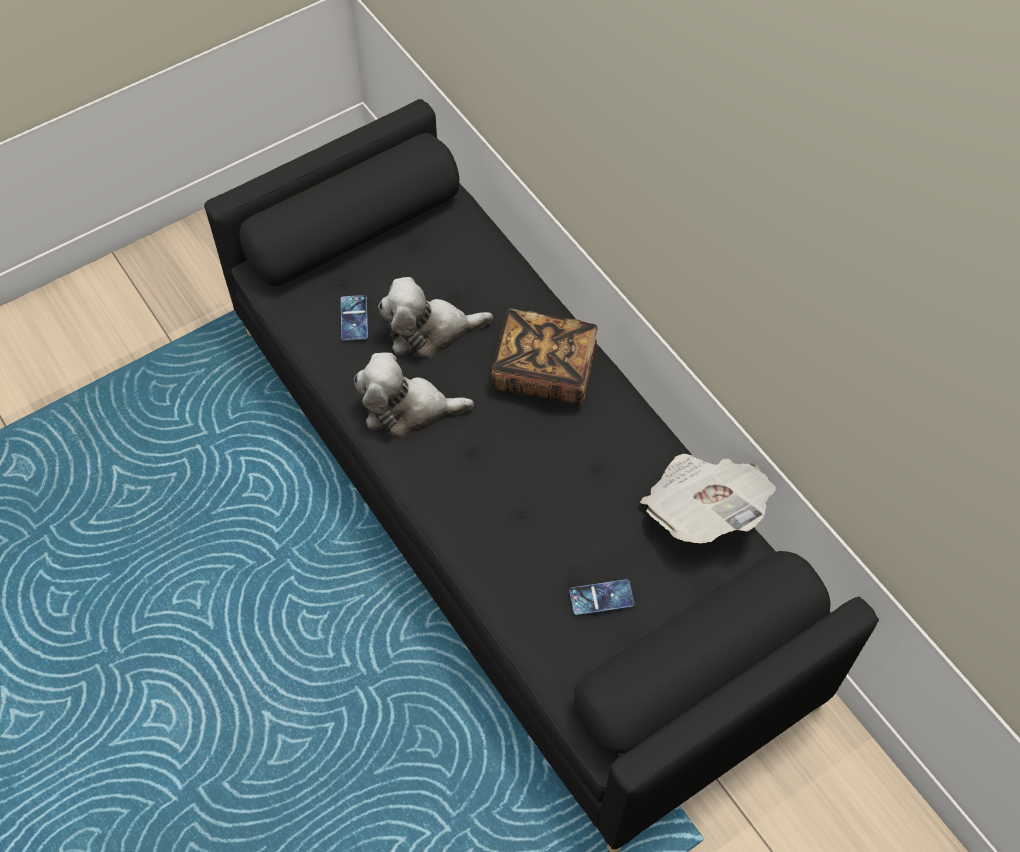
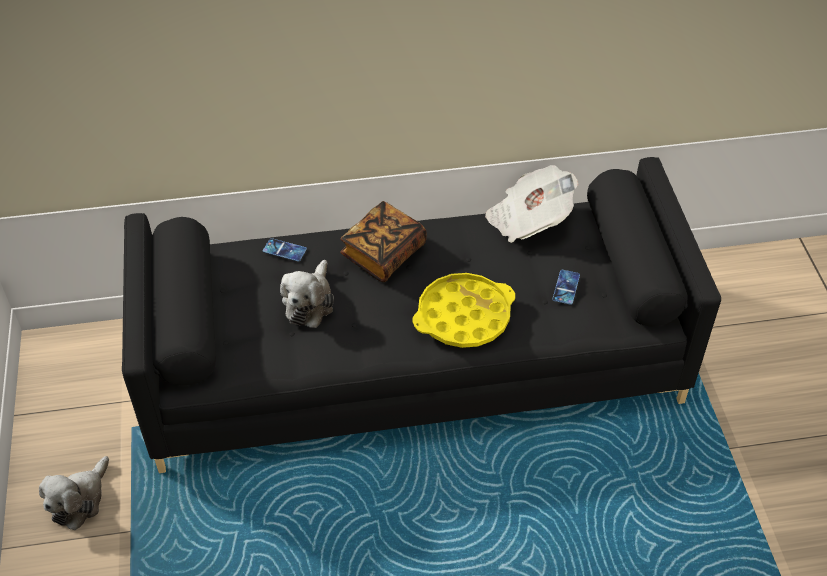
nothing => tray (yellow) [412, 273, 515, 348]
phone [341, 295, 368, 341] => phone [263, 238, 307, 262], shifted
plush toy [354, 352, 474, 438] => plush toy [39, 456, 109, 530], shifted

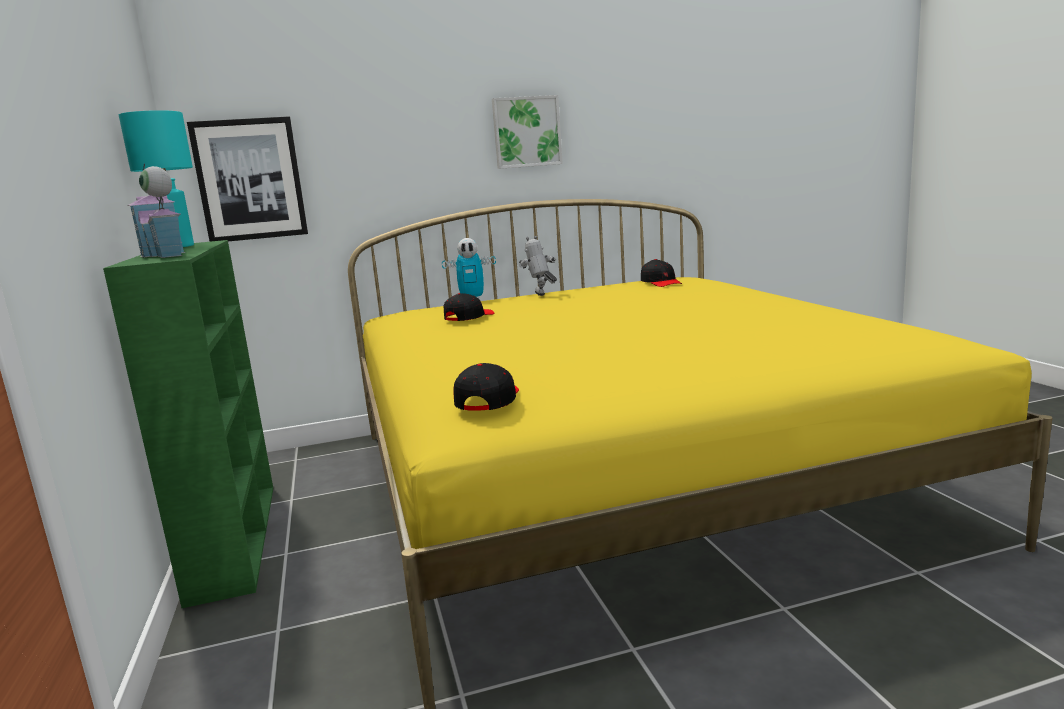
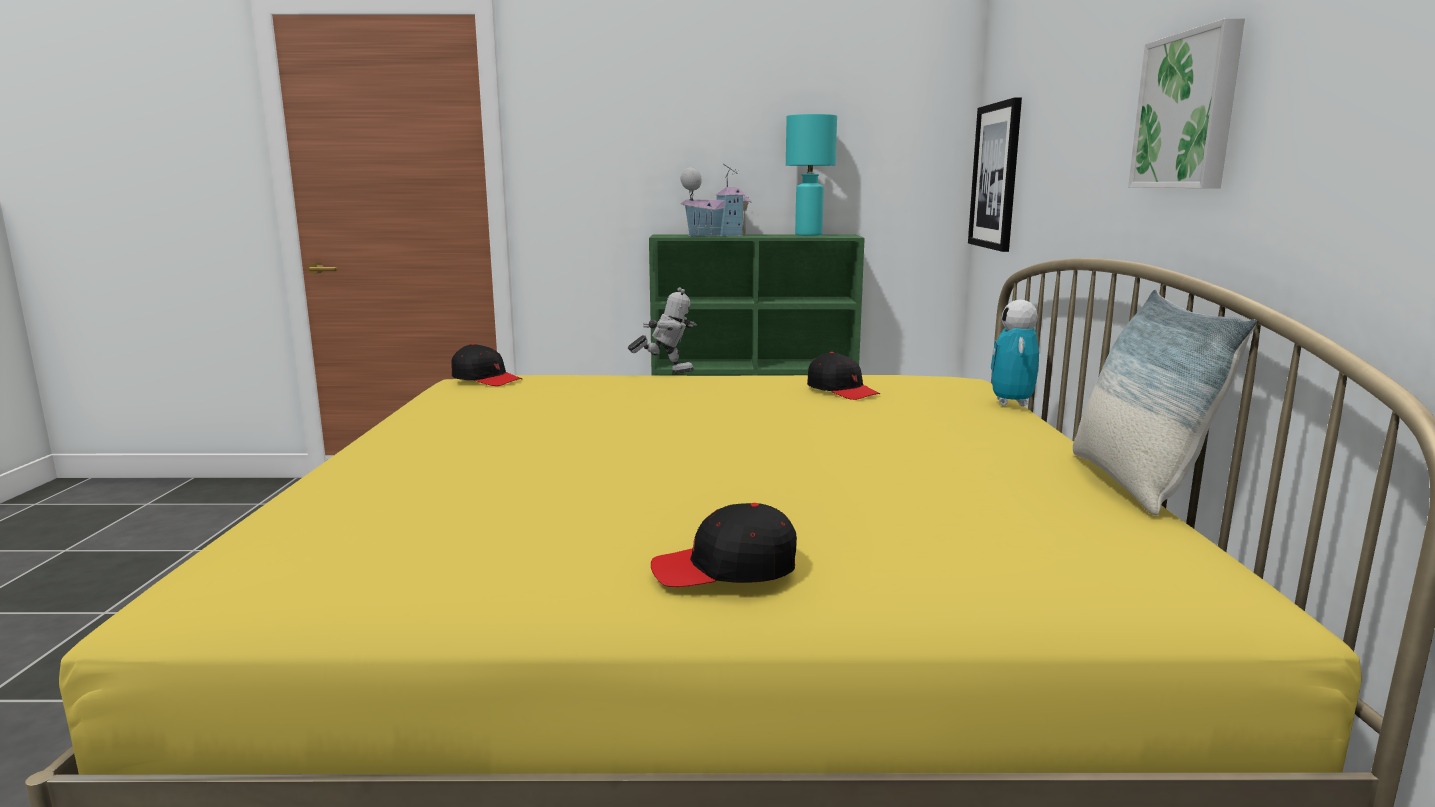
nothing => pillow [1073, 289, 1257, 516]
toy robot [519, 236, 557, 296] => toy robot [628, 287, 697, 374], shifted
cap (black) [641, 259, 682, 287] => cap (black) [651, 503, 797, 587], shifted

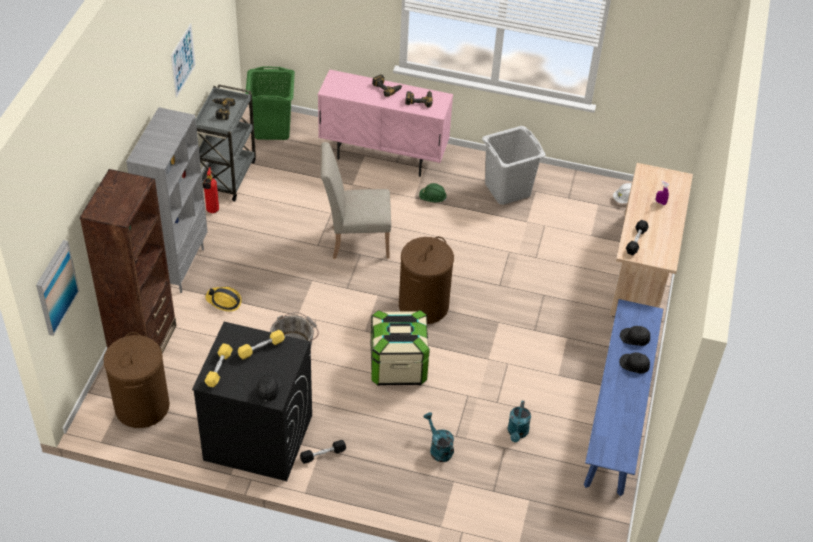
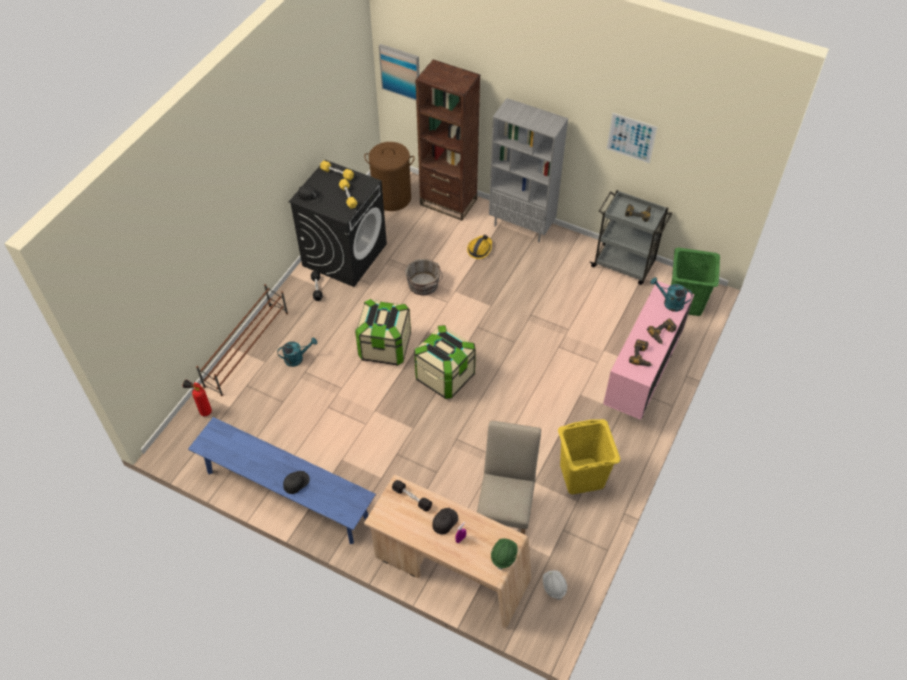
nothing => shoe rack (brown) [196, 284, 288, 396]
fire extinguisher [203, 168, 219, 213] => fire extinguisher [183, 379, 212, 416], shifted
chair (beige) [321, 142, 391, 258] => chair (beige) [477, 421, 541, 534], shifted
hard hat (green) [419, 183, 447, 202] => hard hat (green) [491, 538, 517, 570], shifted
watering can (turquoise) [507, 401, 531, 442] => watering can (turquoise) [650, 277, 693, 312], shifted
cap (black) [620, 326, 650, 346] => cap (black) [432, 508, 458, 535], shifted
laundry basket (brown) [399, 237, 454, 324] => storage box [414, 325, 476, 399]
laundry basket (grey) [482, 126, 545, 205] => laundry basket (yellow) [558, 419, 620, 494]

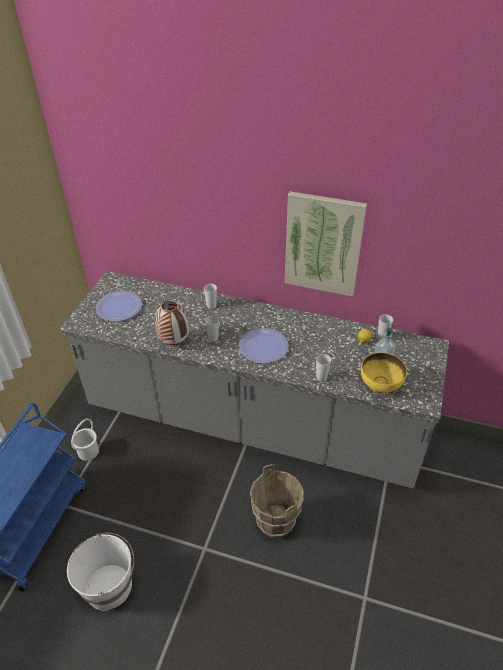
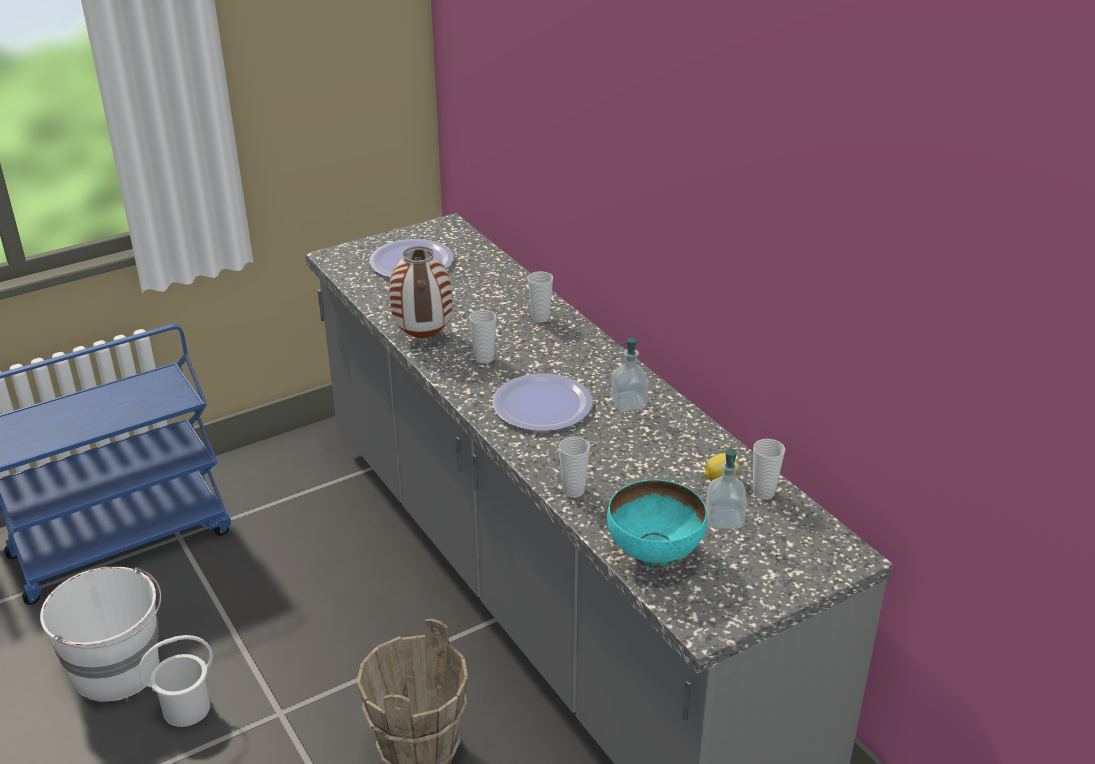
picture [285, 191, 367, 297] => nothing
nothing => soap dispenser [611, 338, 648, 411]
bucket (white) [71, 419, 99, 461] => bucket (white) [138, 635, 213, 727], shifted
bowl (yellow) [361, 353, 407, 394] => bowl (turquoise) [607, 480, 707, 569]

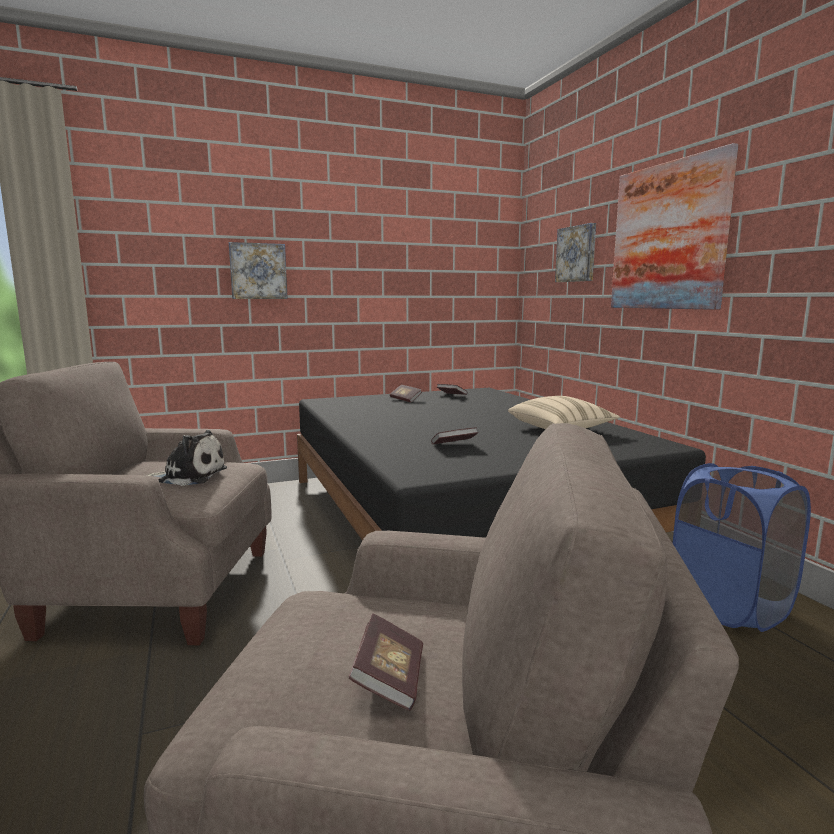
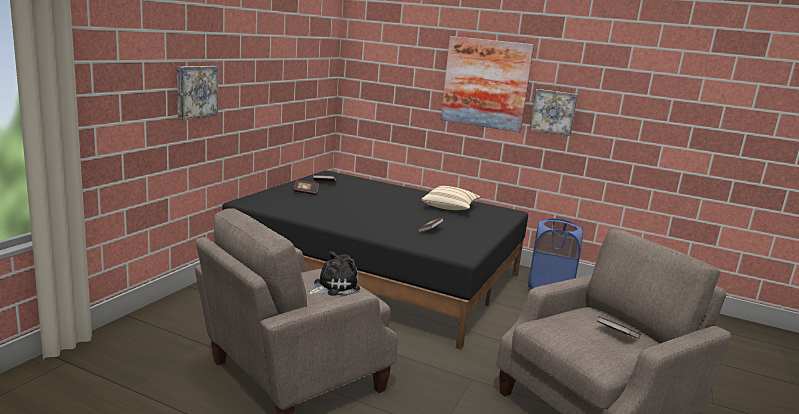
picture [555, 223, 596, 282] => picture [530, 89, 578, 136], shifted

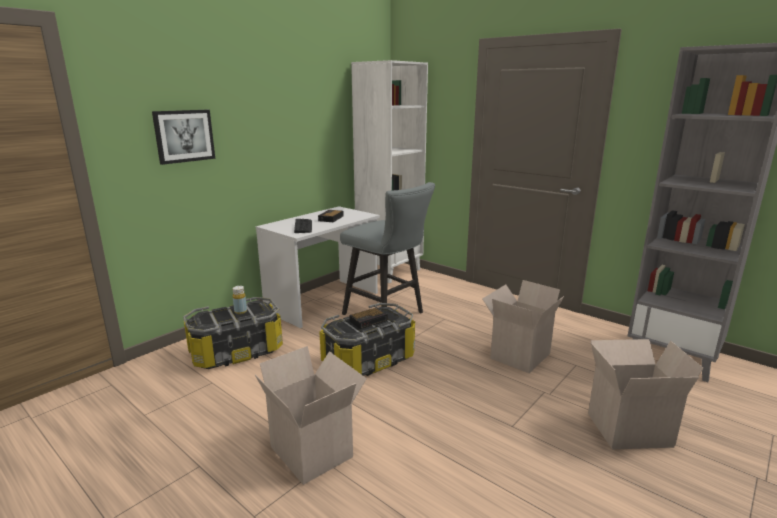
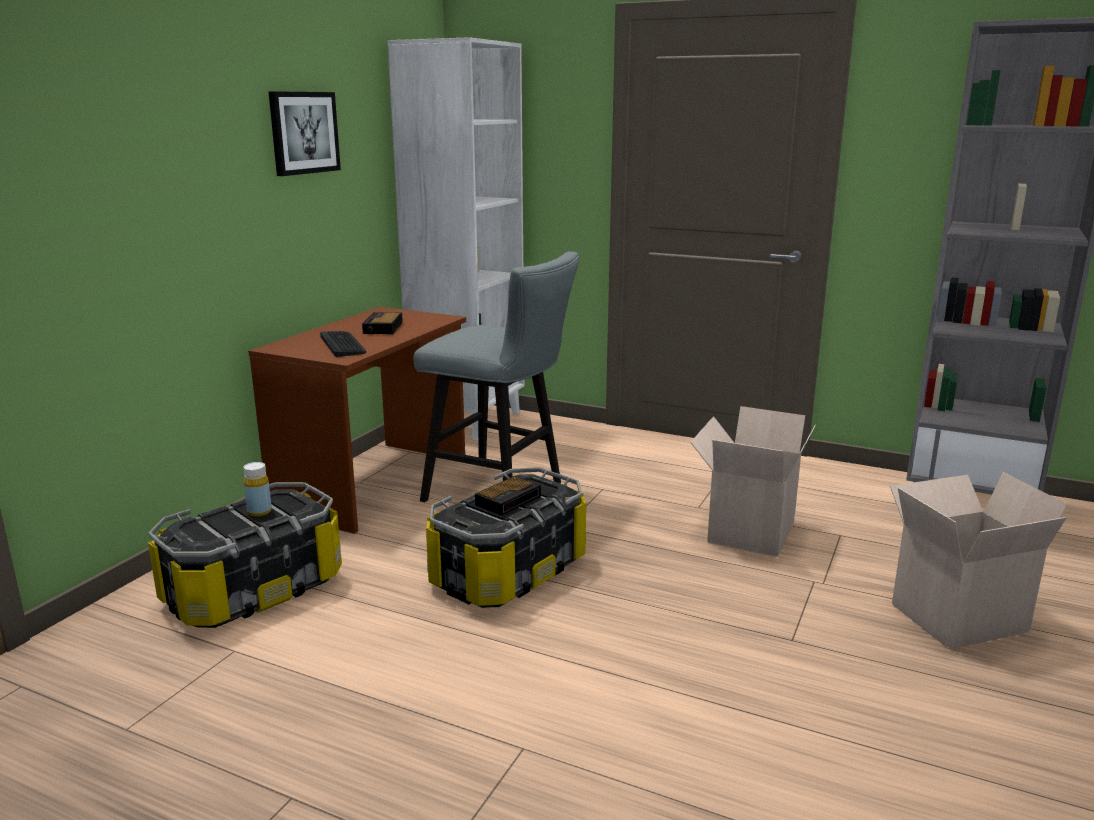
cardboard box [255, 346, 367, 485] => nothing
picture [152, 110, 215, 165] => picture [268, 91, 341, 176], shifted
desk (white) [256, 206, 380, 328] => desk (brown) [248, 307, 466, 534]

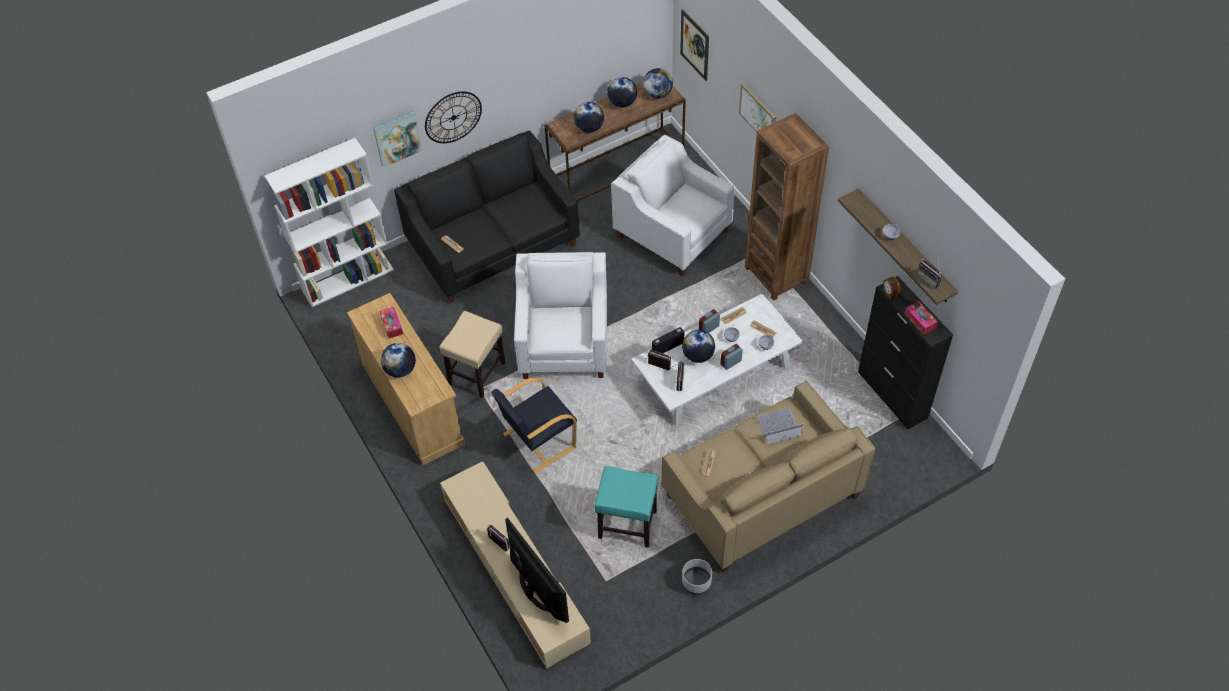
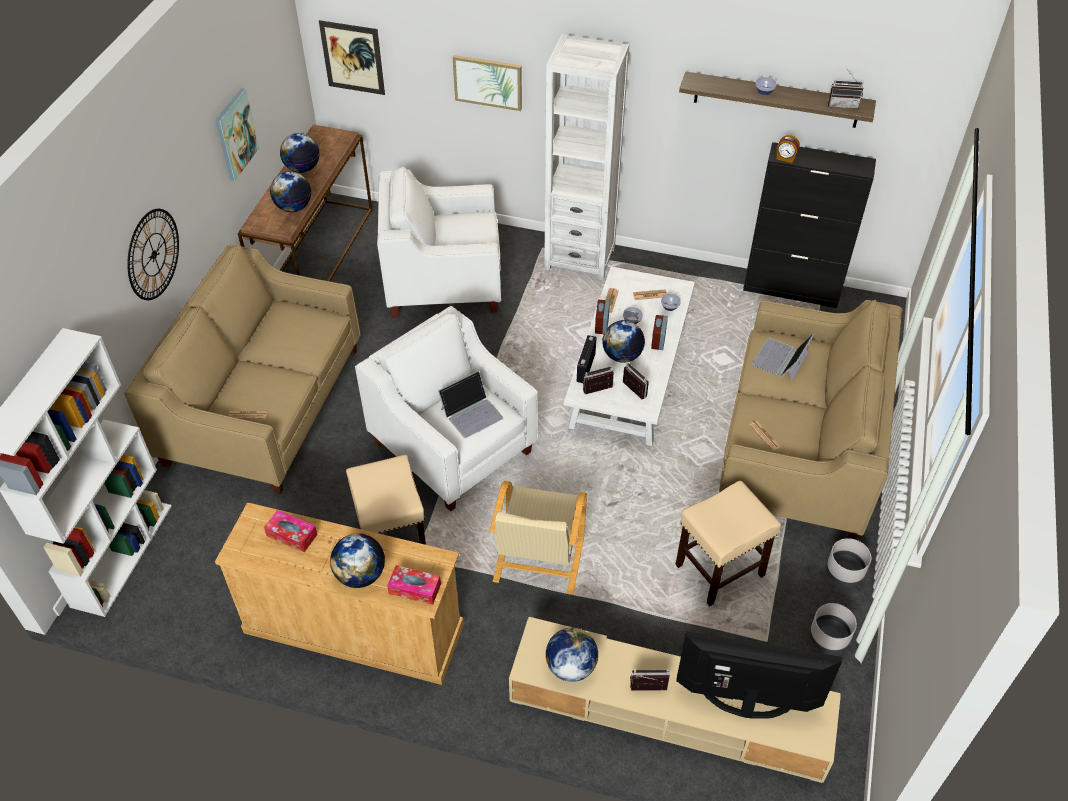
nothing => laptop [438, 371, 503, 438]
nothing => planter (grey) [810, 603, 857, 654]
picture [373, 110, 422, 167] => picture [215, 88, 259, 181], shifted
globe [643, 68, 673, 99] => globe [546, 627, 598, 682], shifted
tissue box [904, 301, 938, 335] => tissue box [387, 565, 441, 605], shifted
sofa (black) [394, 130, 580, 303] => sofa (beige) [124, 245, 361, 494]
armchair (black) [491, 378, 577, 473] => armchair (beige) [489, 481, 587, 595]
stool (turquoise) [594, 466, 658, 548] => stool (beige) [675, 481, 781, 606]
bookcase (brown) [745, 113, 829, 301] => bookcase (white) [544, 34, 629, 280]

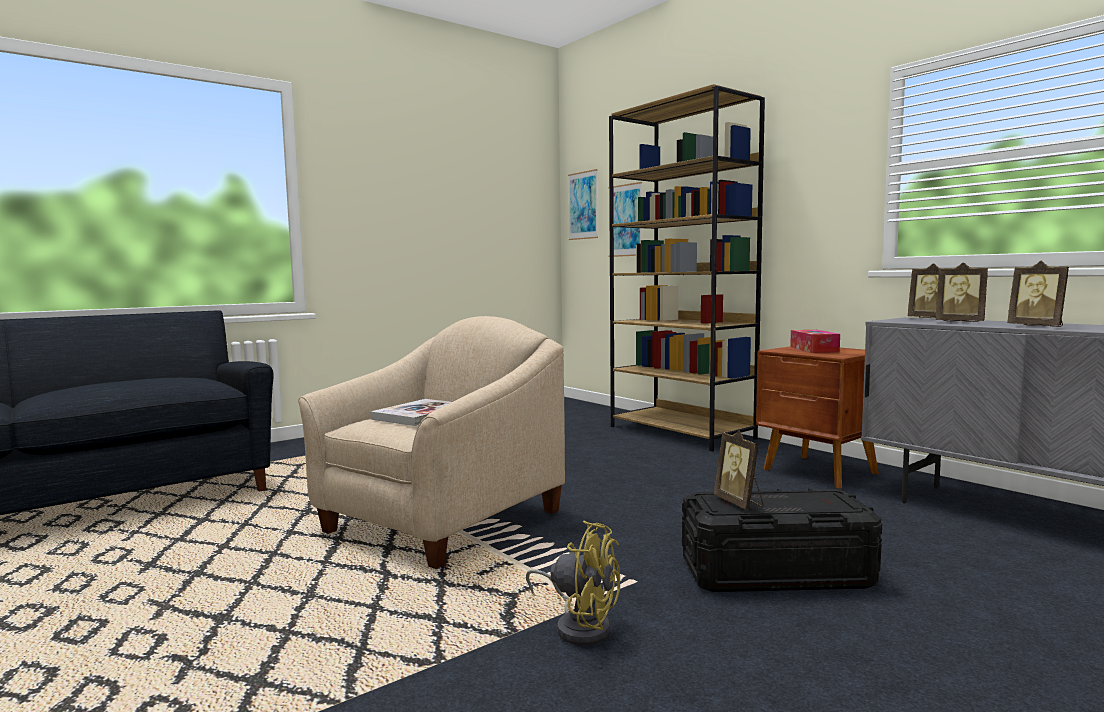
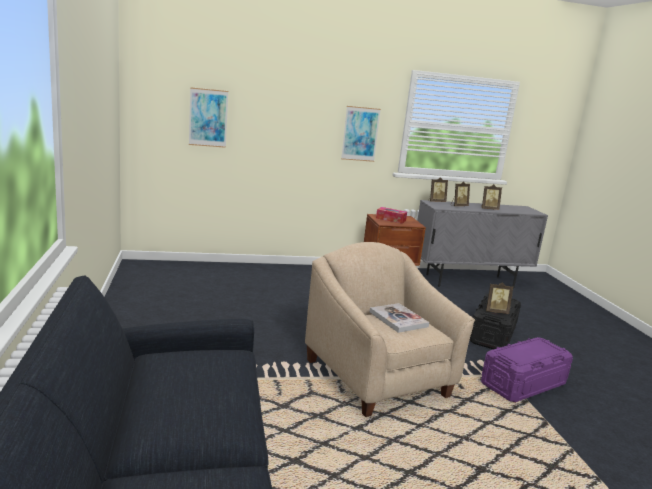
bookcase (brown) [609, 84, 765, 452] => nothing
picture [568, 169, 598, 240] => picture [341, 106, 381, 162], shifted
fan (yellow) [526, 521, 620, 646] => storage box (purple) [481, 337, 573, 402]

